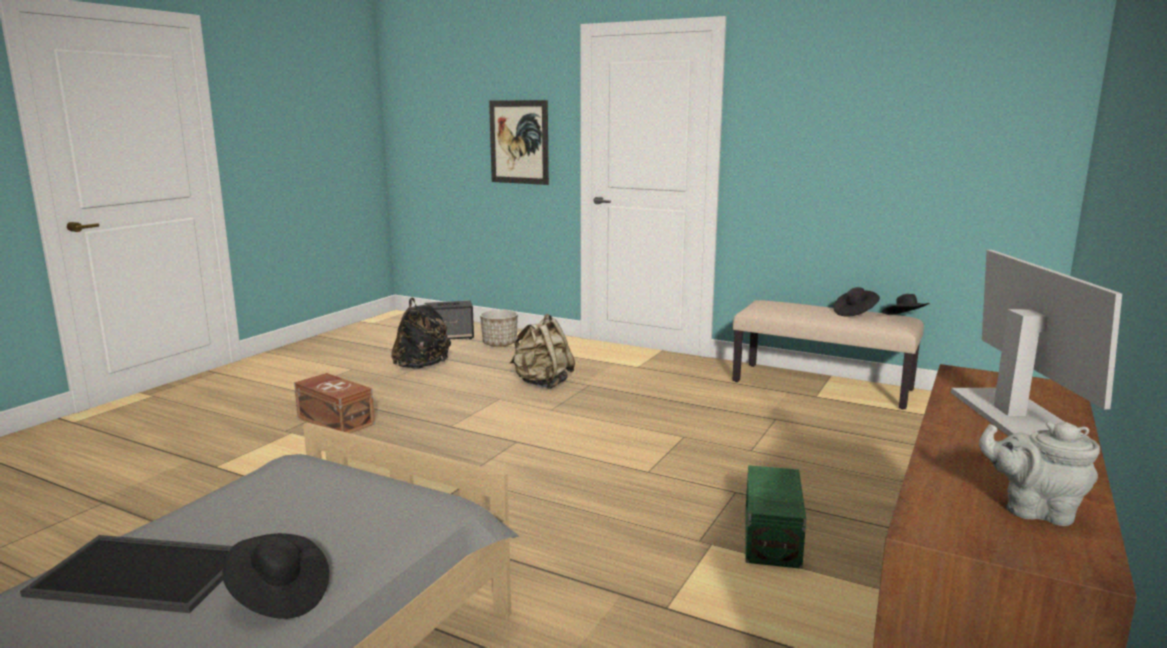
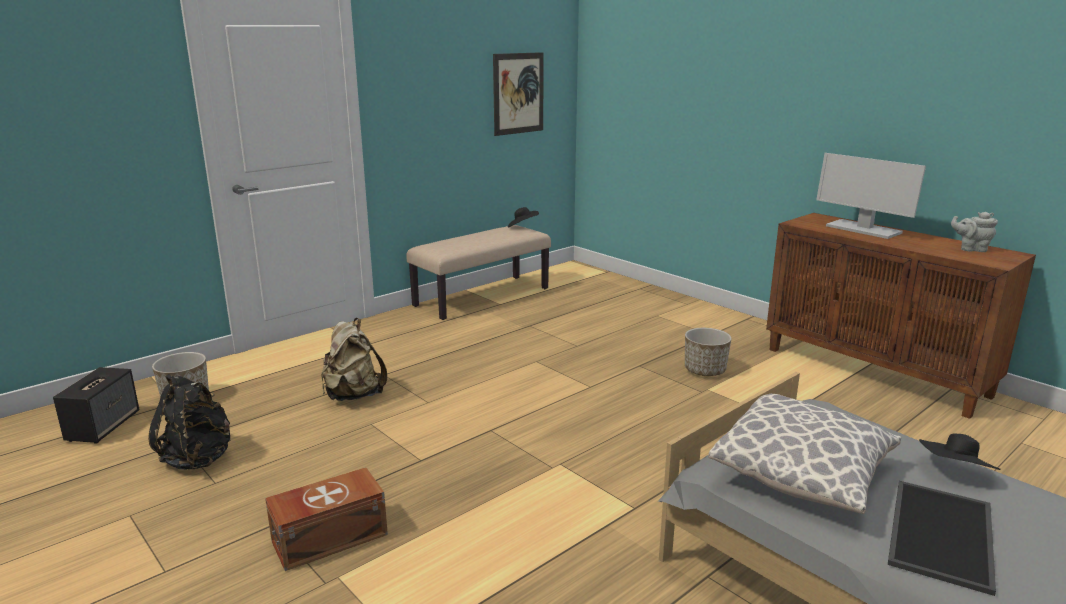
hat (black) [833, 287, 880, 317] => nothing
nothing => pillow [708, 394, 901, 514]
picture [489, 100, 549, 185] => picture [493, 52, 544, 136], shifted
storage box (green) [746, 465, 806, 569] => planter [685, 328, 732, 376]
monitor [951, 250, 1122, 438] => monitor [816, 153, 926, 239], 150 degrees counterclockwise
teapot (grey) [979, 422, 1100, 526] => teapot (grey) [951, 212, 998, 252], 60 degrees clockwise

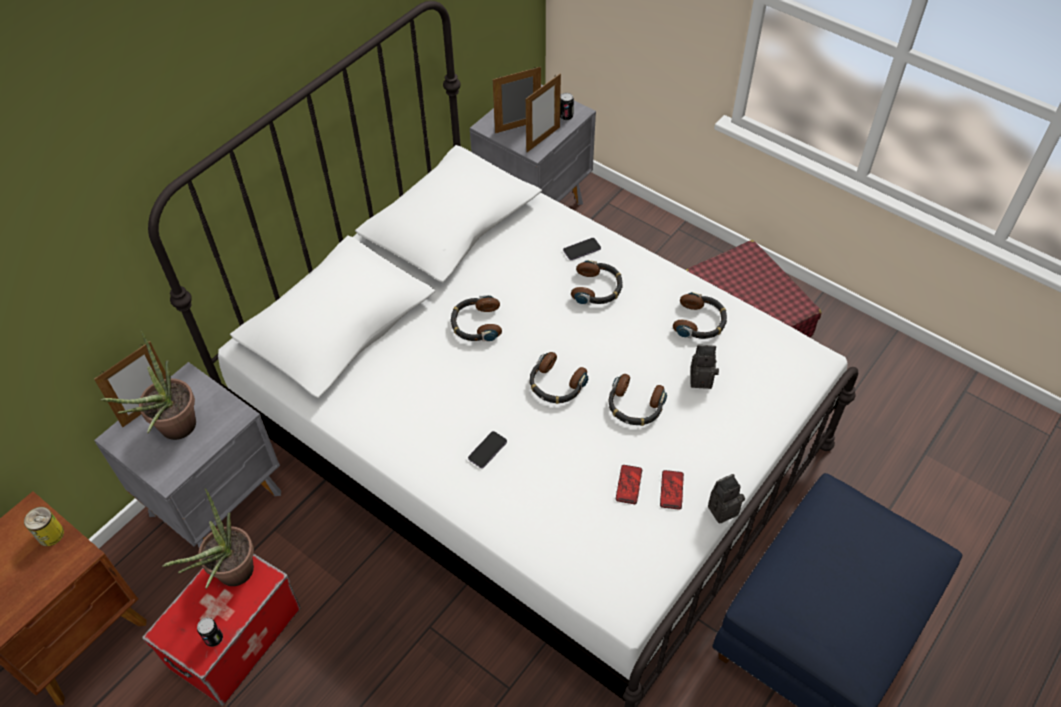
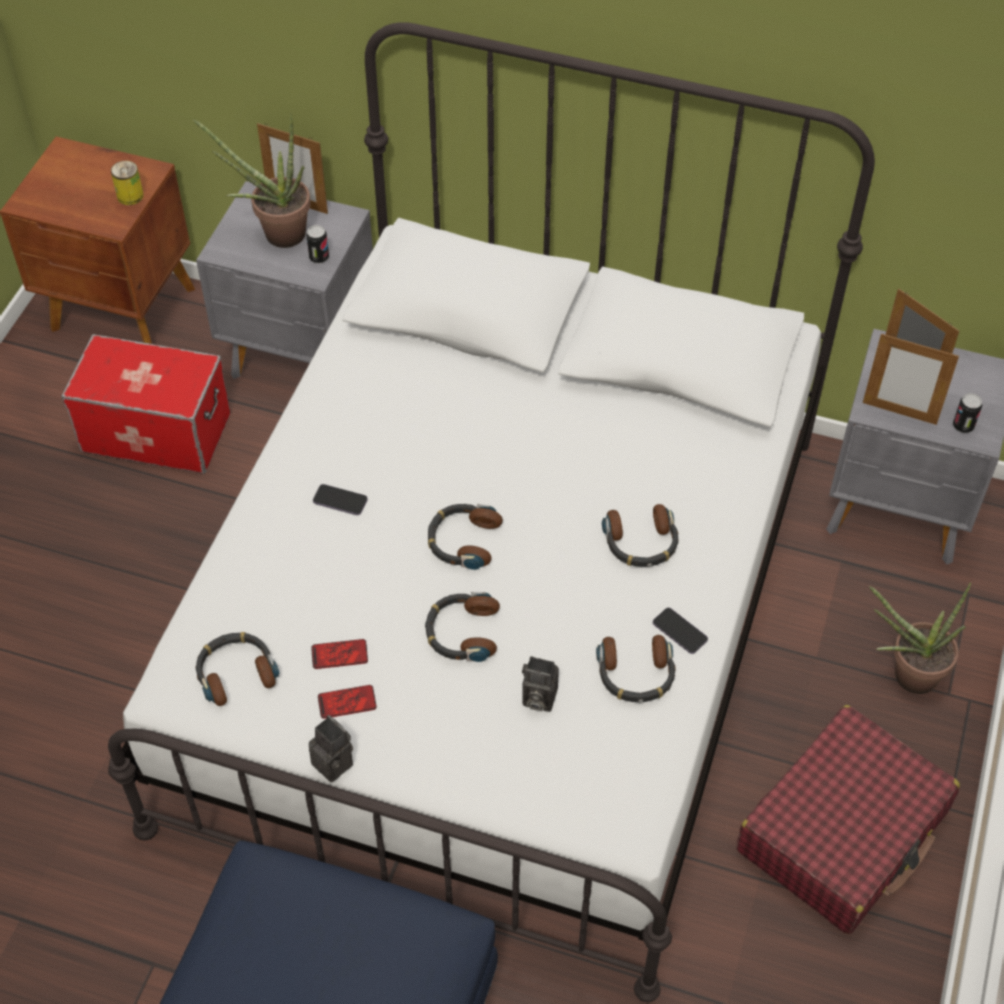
potted plant [163, 489, 254, 589] => potted plant [869, 582, 971, 694], shifted
can [197, 618, 223, 647] => can [306, 225, 329, 264], shifted
headphones [450, 295, 502, 341] => headphones [196, 632, 280, 706], shifted
phone [563, 238, 601, 260] => phone [653, 608, 708, 654], shifted
photo camera [690, 345, 719, 389] => photo camera [522, 656, 559, 712], 120 degrees clockwise

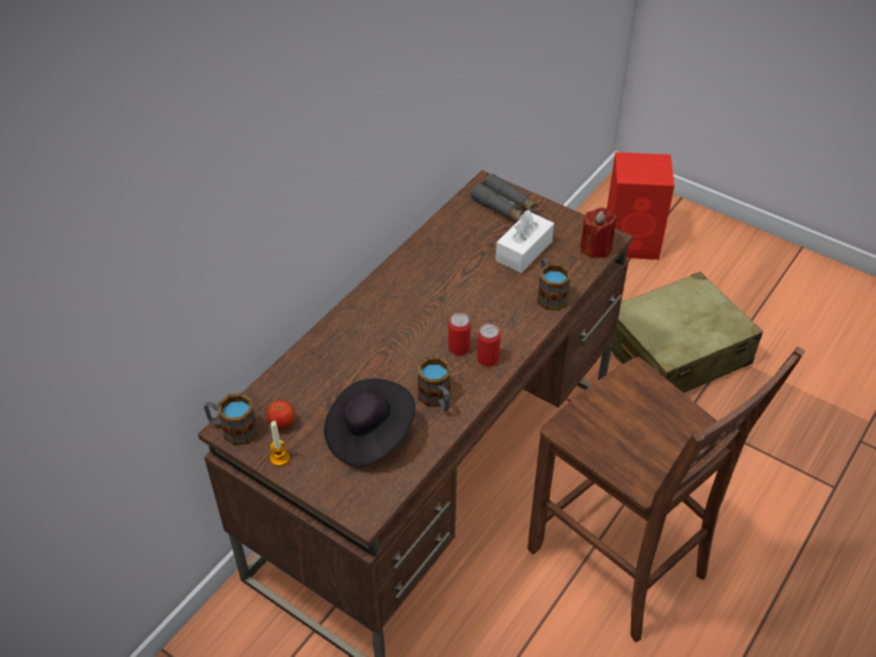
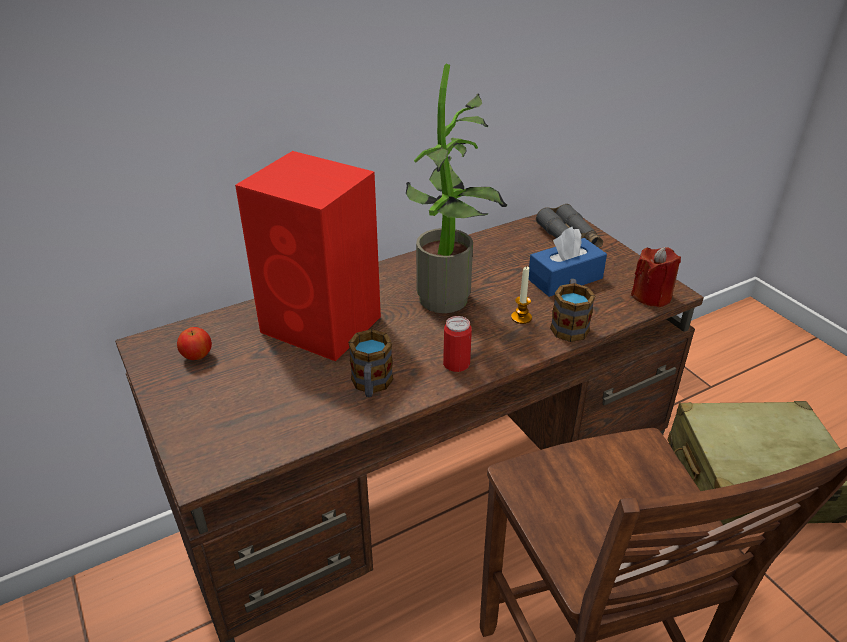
mug [204, 393, 258, 446] => nothing
hat (black) [324, 379, 416, 466] => nothing
can [448, 313, 471, 355] => nothing
nothing => potted plant [406, 63, 507, 313]
candle [270, 421, 290, 466] => candle [511, 266, 532, 324], shifted
speaker (red) [607, 152, 675, 260] => speaker (red) [235, 151, 381, 361], shifted
tissue box (white) [496, 210, 554, 273] => tissue box (blue) [529, 227, 607, 297]

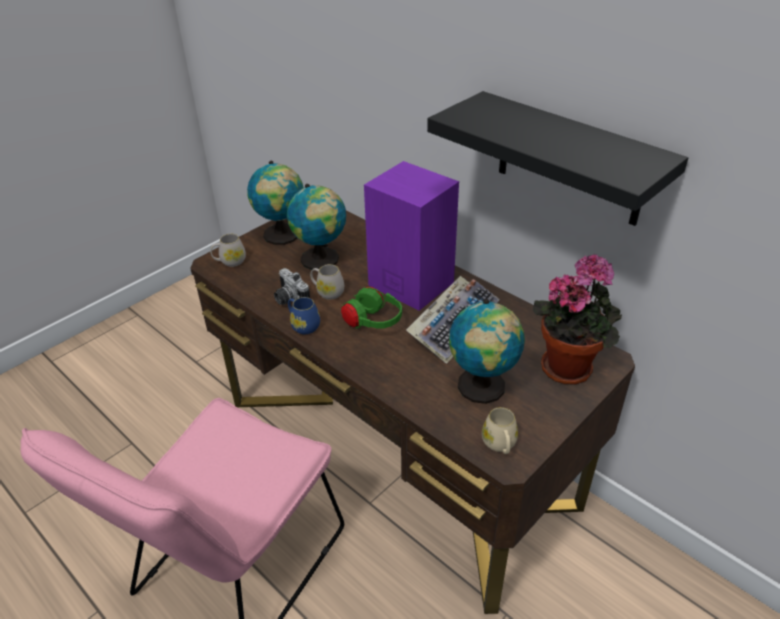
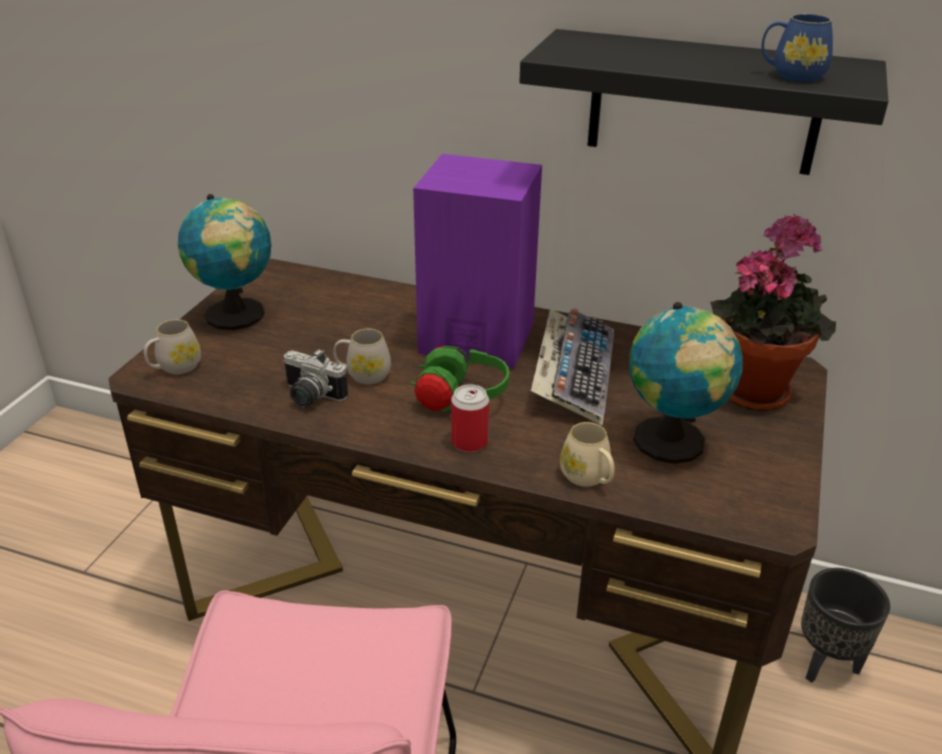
globe [287, 184, 346, 270] => nothing
nothing => can [451, 384, 489, 452]
nothing => planter (black) [801, 568, 890, 683]
mug (blue) [288, 297, 320, 334] => mug (blue) [761, 14, 833, 82], shifted
mug (beige) [482, 407, 518, 454] => mug (beige) [560, 422, 615, 487], shifted

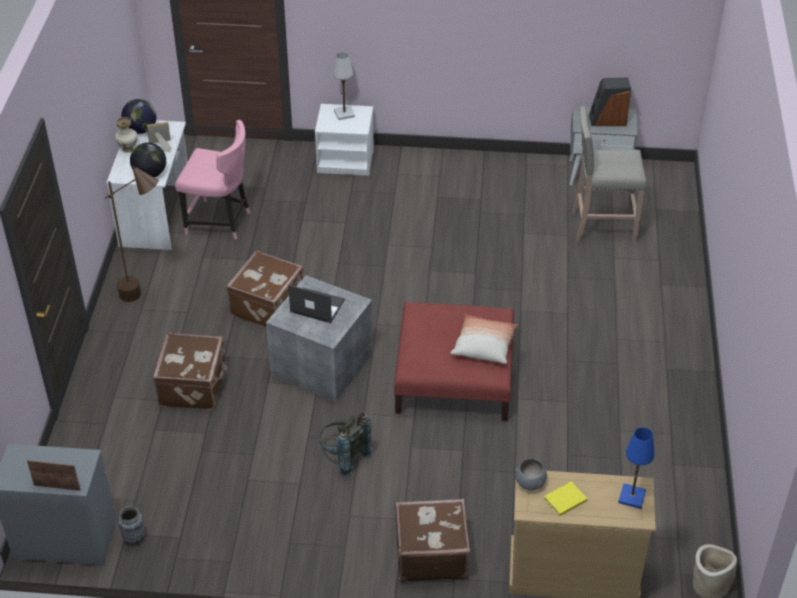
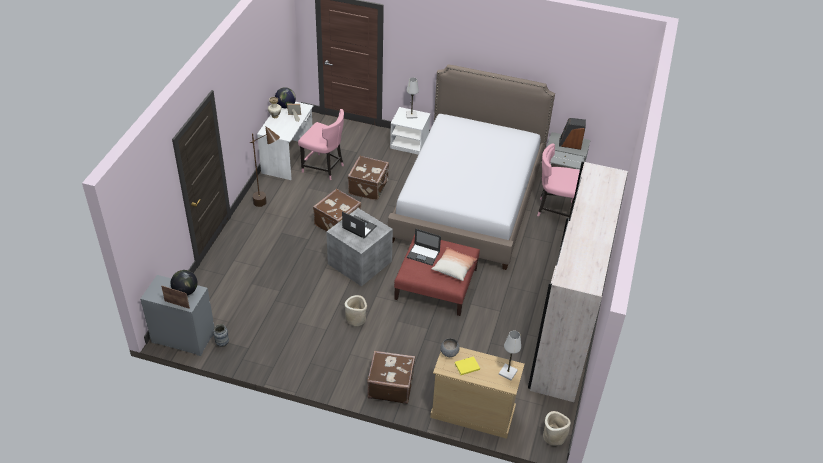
nothing => bed [388, 64, 555, 270]
nothing => laptop [407, 228, 441, 266]
nothing => wardrobe (white) [528, 162, 628, 402]
globe [130, 142, 166, 177] => globe [171, 270, 198, 296], shifted
suitcase (brown) [153, 333, 228, 410] => suitcase (brown) [348, 156, 389, 200], shifted
backpack (grey) [318, 413, 373, 475] => planter (beige) [345, 295, 367, 327]
stool (beige) [572, 106, 647, 244] => chair (pink) [537, 144, 580, 219]
table lamp (blue) [618, 427, 655, 509] => table lamp (white) [499, 330, 521, 380]

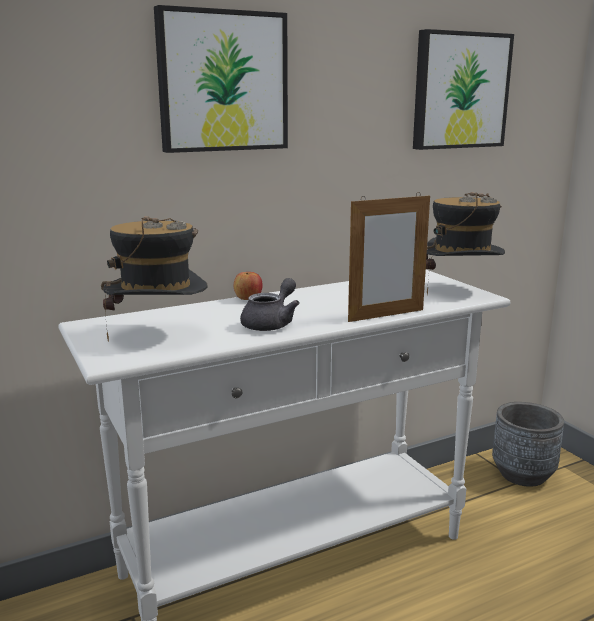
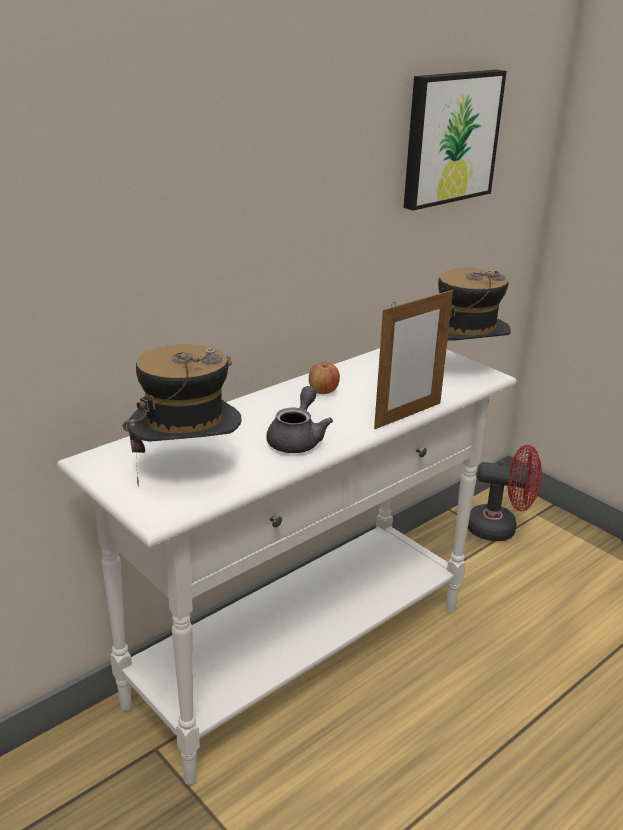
picture [154, 5, 288, 153] => nothing
apple [234, 272, 263, 300] => apple [309, 363, 340, 394], shifted
planter (grey) [492, 402, 564, 487] => fan (red) [468, 445, 542, 541]

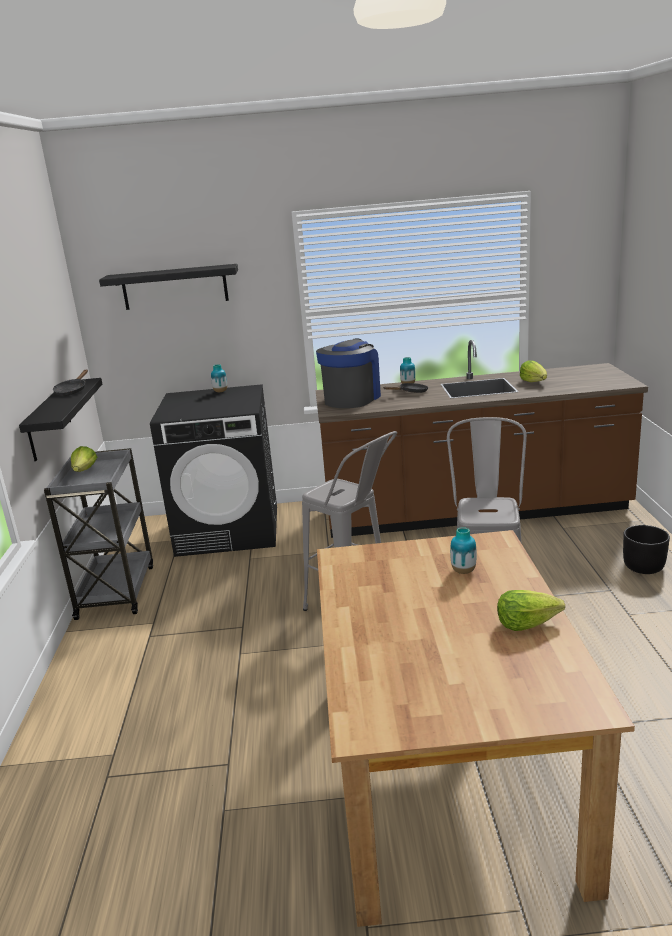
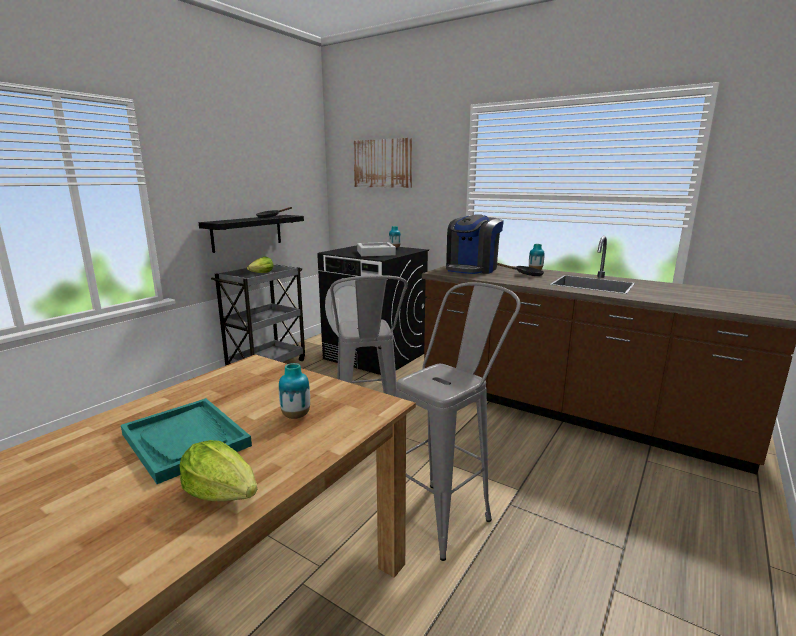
lettuce [520, 361, 547, 382] => nothing
planter (black) [623, 525, 670, 574] => nothing
nothing => tray (turquoise) [121, 398, 252, 484]
nothing => tray (grey) [357, 242, 396, 257]
shelf (black) [99, 264, 238, 310] => picture [353, 138, 412, 188]
coffee machine [316, 339, 381, 408] => coffee machine [446, 214, 504, 274], 150 degrees clockwise

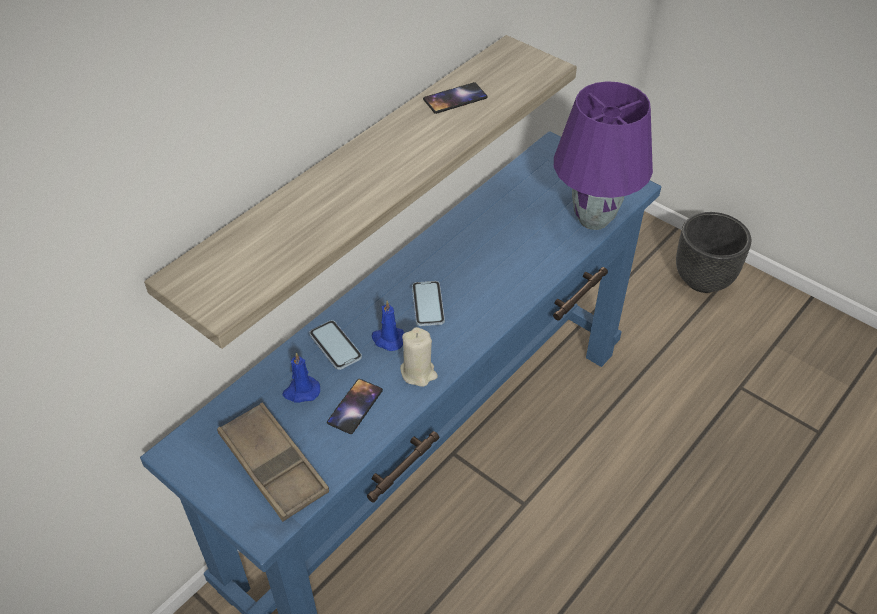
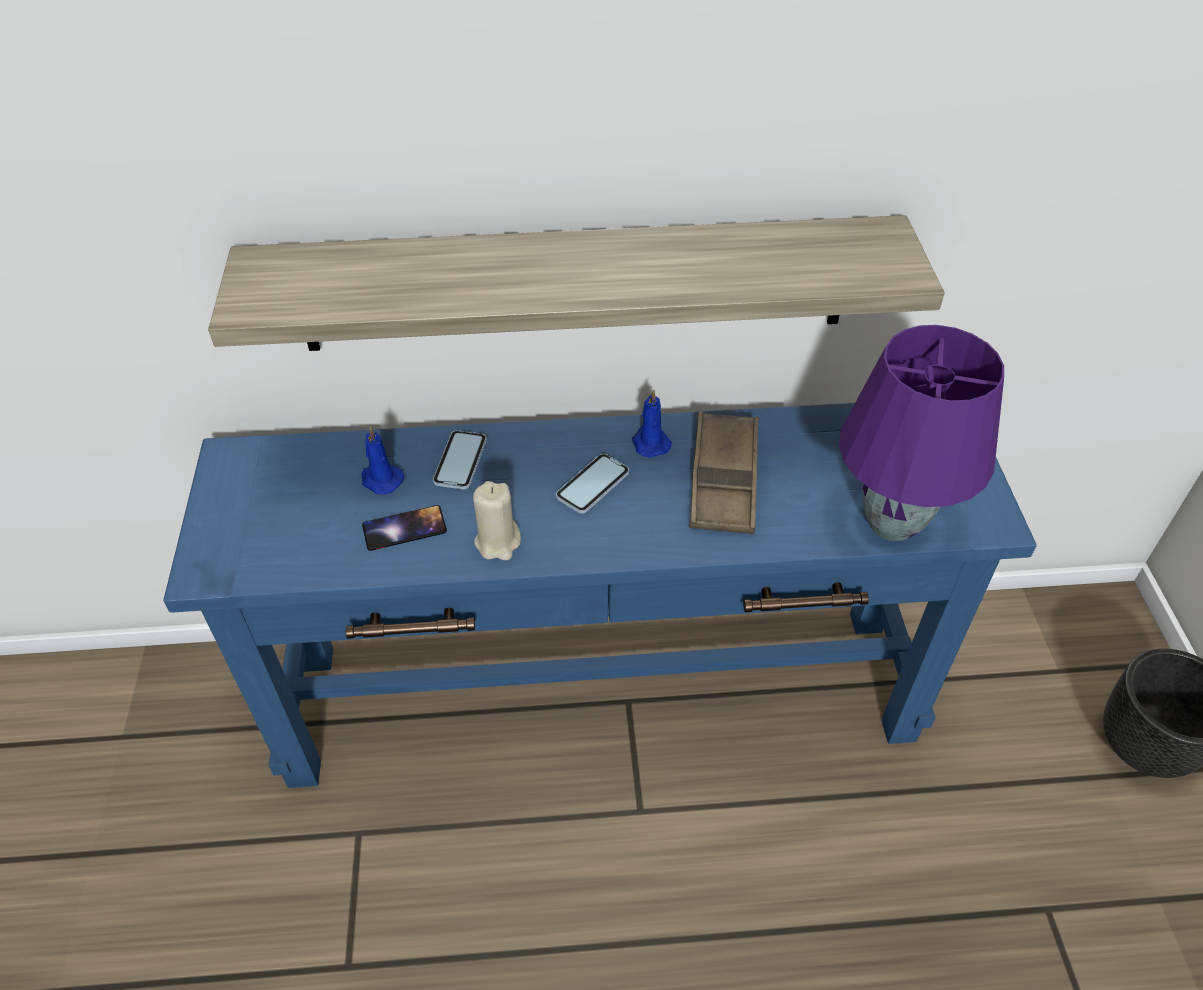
phone [423, 82, 488, 114] => nothing
tray (brown) [217, 403, 329, 522] => tray (brown) [689, 412, 759, 534], shifted
candle (blue) [372, 300, 404, 351] => candle (blue) [632, 389, 672, 458], shifted

